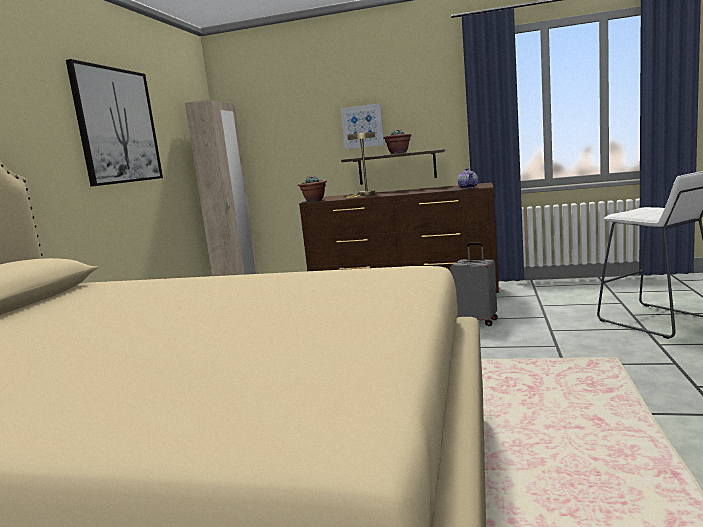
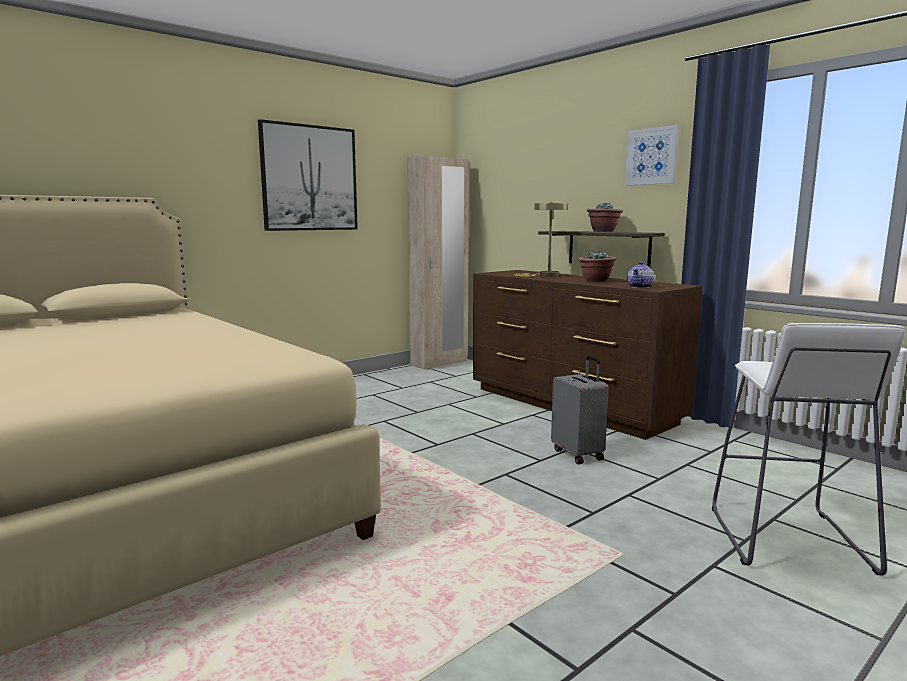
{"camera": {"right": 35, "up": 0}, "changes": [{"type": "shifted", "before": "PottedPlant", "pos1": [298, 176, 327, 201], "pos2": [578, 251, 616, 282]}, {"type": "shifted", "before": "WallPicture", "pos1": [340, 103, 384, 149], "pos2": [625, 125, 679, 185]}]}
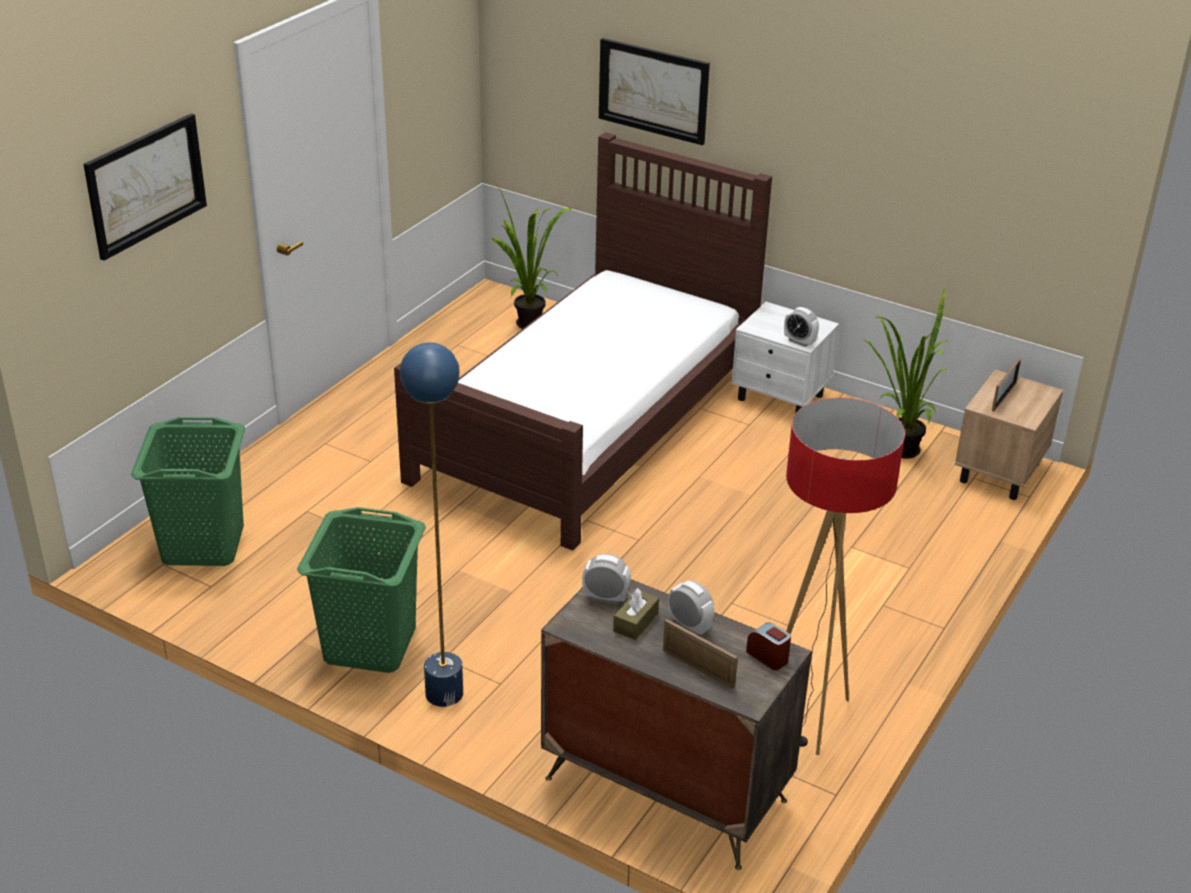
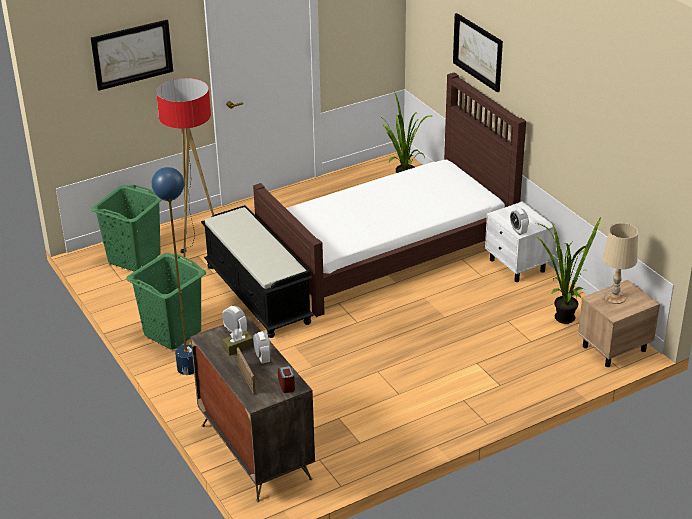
{"camera": {"right": 30, "up": 0}, "changes": [{"type": "shifted", "before": "FloorLamp", "pos1": [786, 398, 905, 755], "pos2": [156, 78, 214, 257]}, {"type": "swapped", "before": "PictureFrame", "after": "SandColouredTableLamp", "pos1": [992, 358, 1021, 411], "pos2": [603, 223, 638, 304]}, {"type": "new", "after": "BlackishIndoorBench", "pos2": [201, 205, 314, 338]}]}
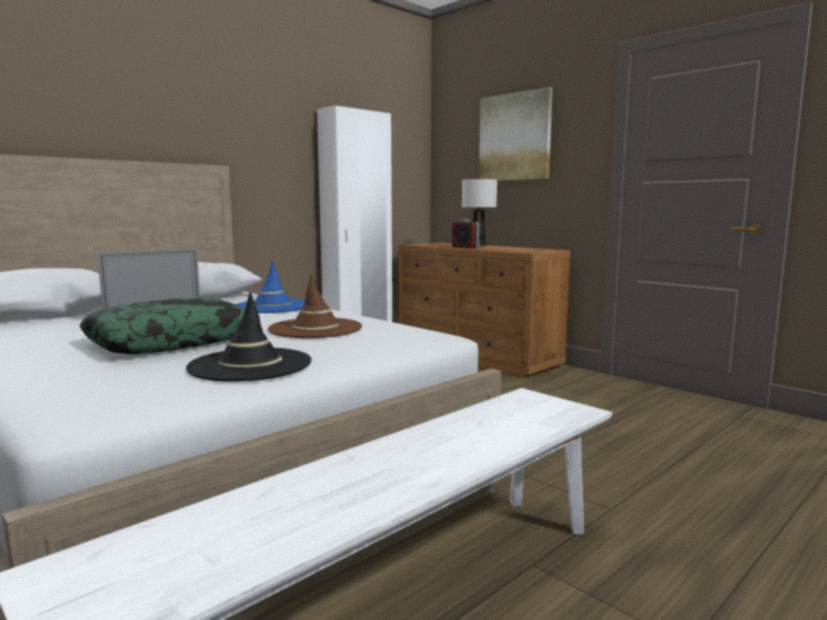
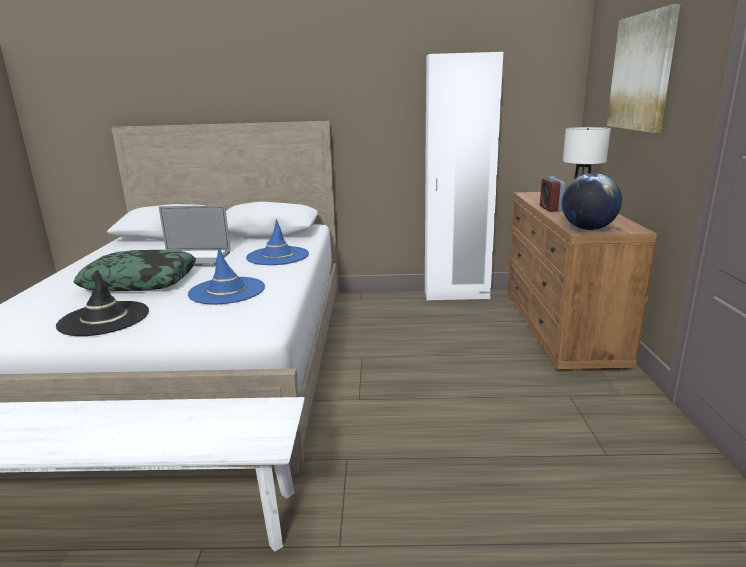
{"camera": {"right": 45, "up": 10}, "changes": [{"type": "repainted", "before": "BrownishHat", "after": "BluishHat", "pos1": [268, 273, 362, 338], "pos2": [188, 248, 265, 304]}, {"type": "new", "after": "Globe", "pos2": [562, 173, 622, 230]}]}
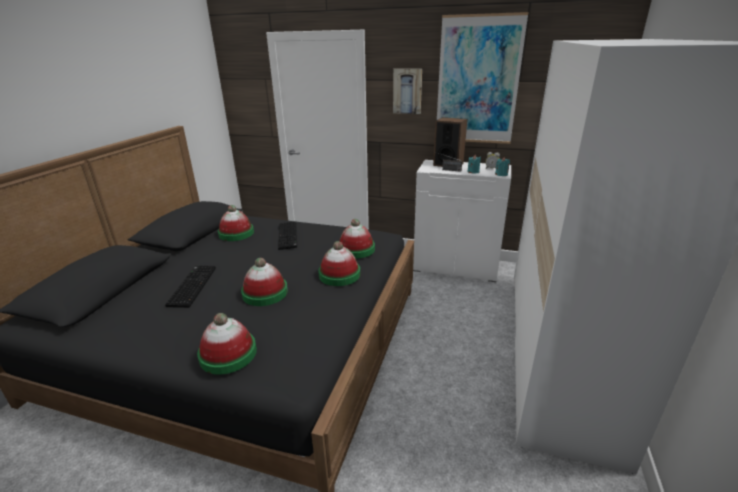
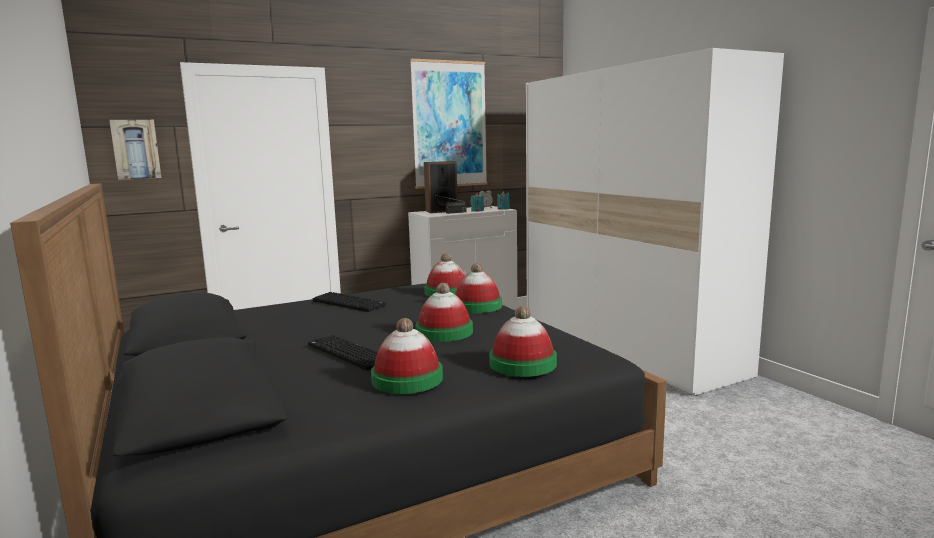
{"camera": {"right": -45, "up": -15}, "changes": [{"type": "shifted", "before": "Hat", "pos1": [218, 205, 254, 241], "pos2": [371, 318, 443, 394]}, {"type": "shifted", "before": "WallPicture", "pos1": [393, 69, 422, 114], "pos2": [109, 120, 162, 180]}]}
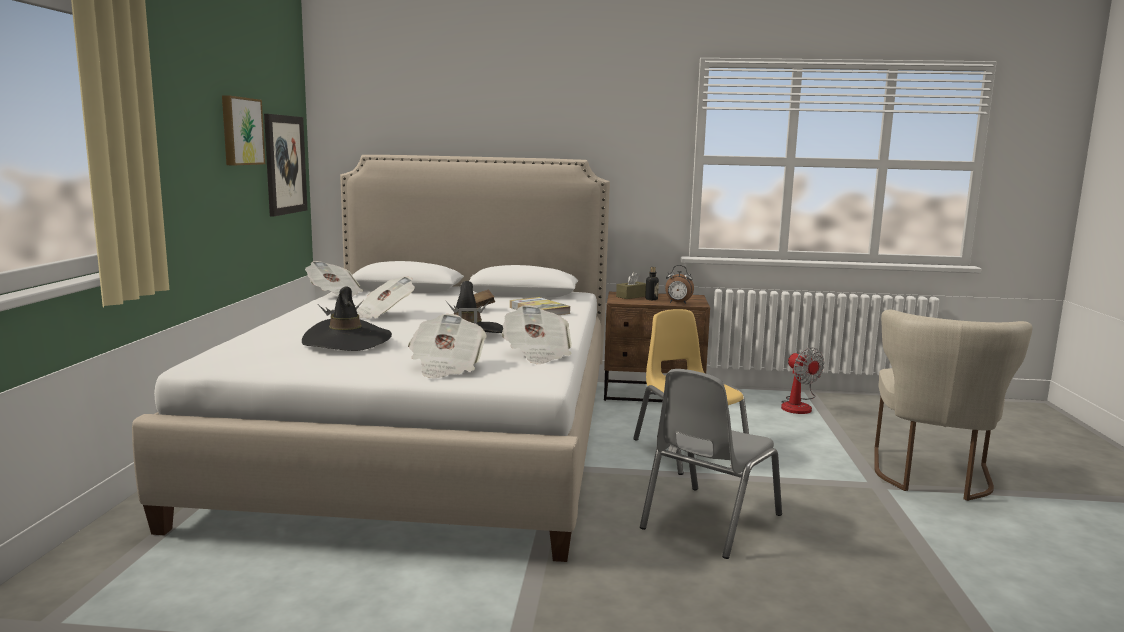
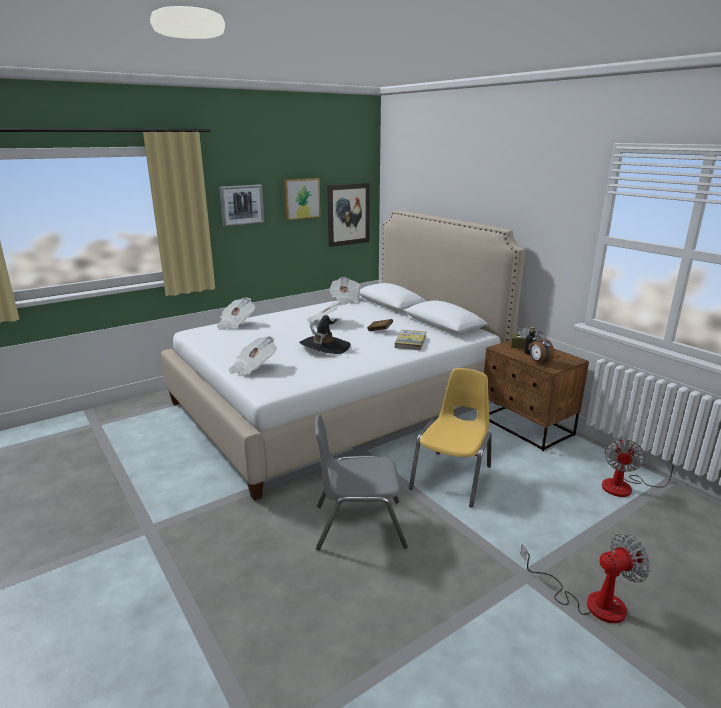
{"camera": {"right": 50, "up": 10}, "changes": [{"type": "gone", "before": "BlackishHat", "pos1": [302, 286, 392, 351]}, {"type": "shifted", "before": "Newspaper", "pos1": [502, 305, 572, 364], "pos2": [217, 298, 255, 329]}, {"type": "swapped", "before": "SandColouredPlainChair", "after": "Fan", "pos1": [874, 310, 1033, 501], "pos2": [520, 533, 650, 623]}, {"type": "new", "after": "WallPicture", "pos2": [219, 184, 265, 227]}]}
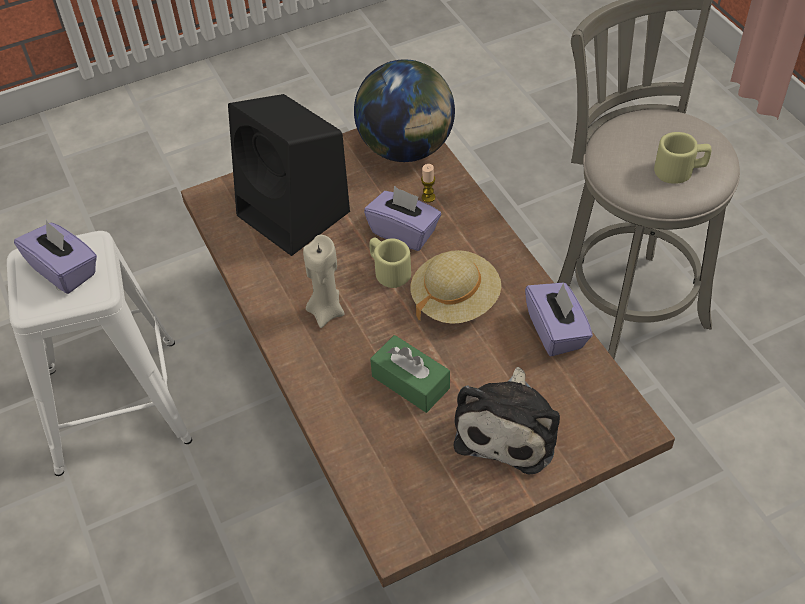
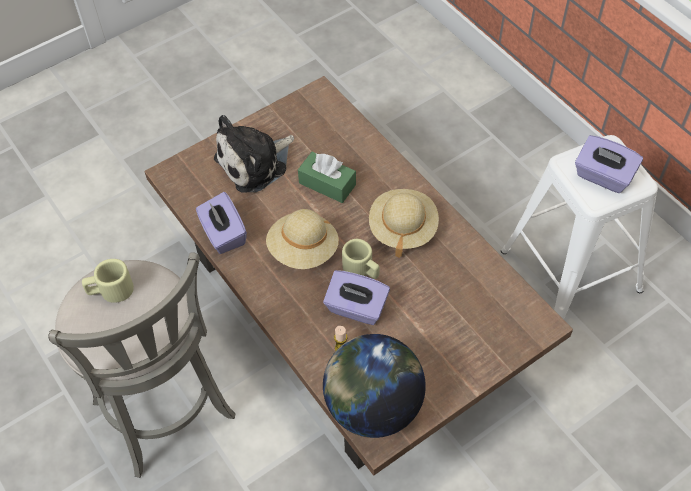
{"camera": {"right": 170, "up": 5}, "changes": [{"type": "gone", "before": "BlackishLoudspeaker", "pos1": [228, 94, 350, 256]}, {"type": "swapped", "before": "SandColouredWaxLight", "after": "SandColouredHat", "pos1": [303, 235, 345, 328], "pos2": [369, 189, 439, 258]}, {"type": "rotated", "before": "SoftToy", "pos1": [454, 367, 560, 474], "pos2": [214, 115, 294, 193], "turn": -135}]}
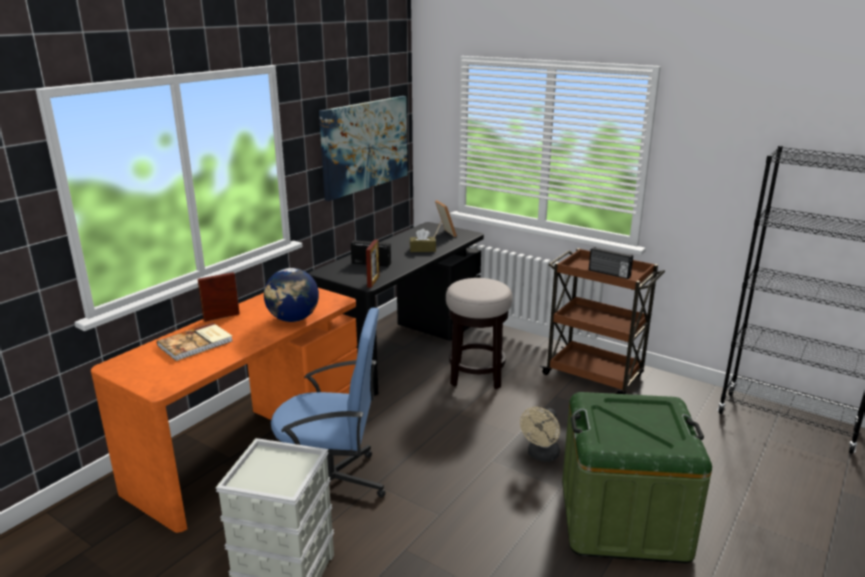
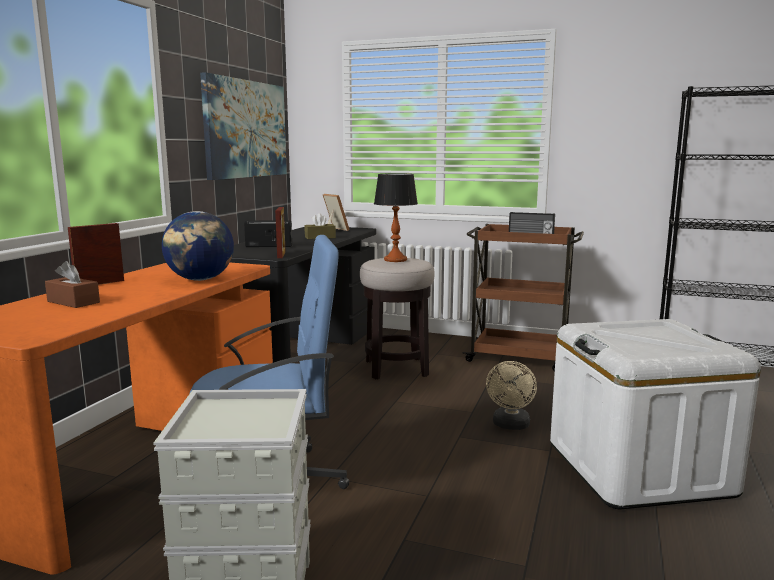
{"camera": {"right": -15, "up": -10}, "changes": [{"type": "swapped", "before": "Book", "after": "BrownishBoxOfTissues", "pos1": [157, 323, 232, 361], "pos2": [45, 261, 100, 308]}, {"type": "repainted", "before": "GreenStorageContainer", "after": "WhiteStorageContainer", "pos1": [562, 392, 712, 563], "pos2": [550, 319, 761, 509]}, {"type": "new", "after": "TableLamp", "pos2": [374, 173, 418, 262]}]}
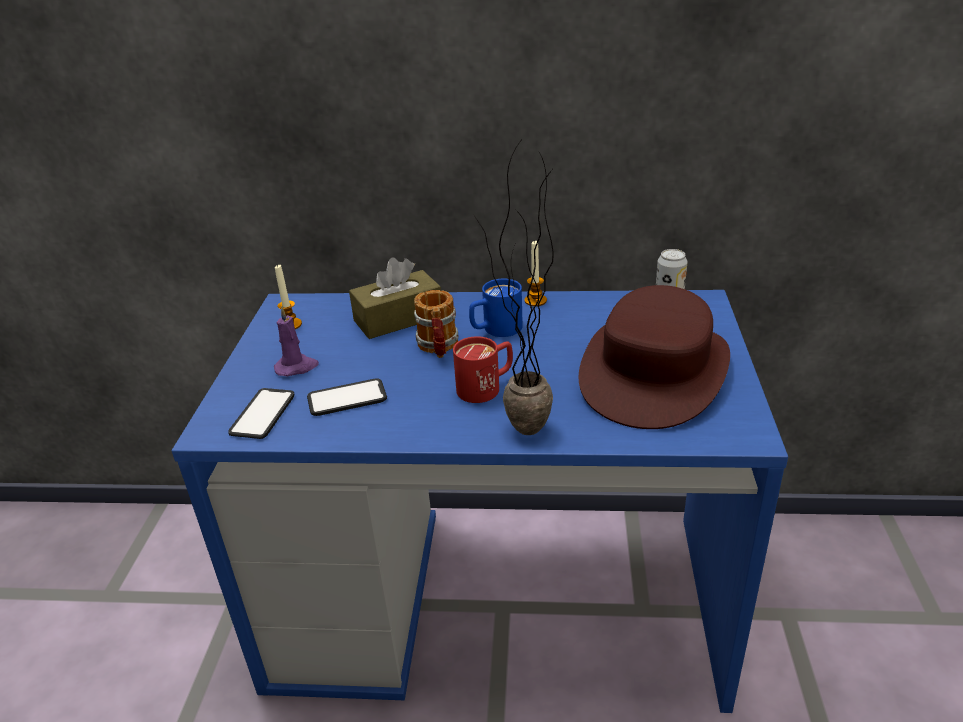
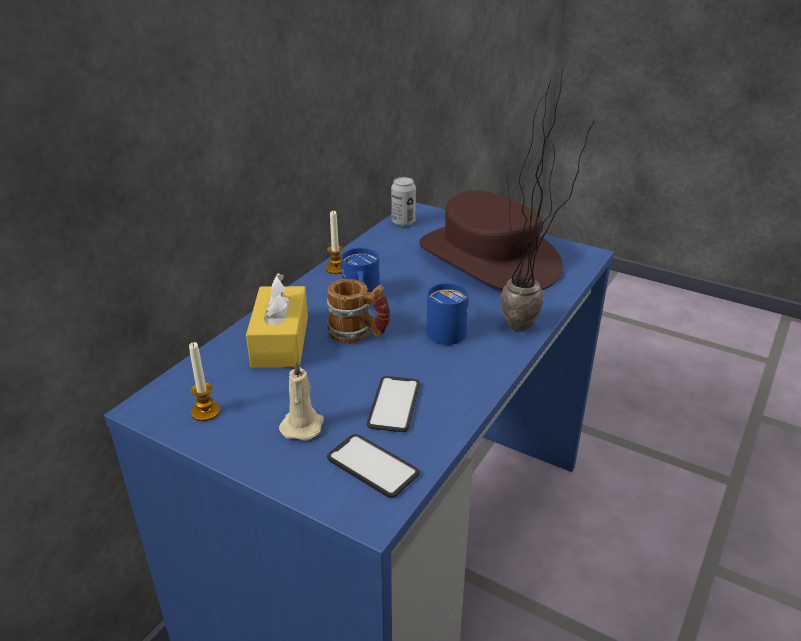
{"camera": {"right": -65, "up": 0}, "changes": [{"type": "repainted", "before": "PurpleWaxLight", "after": "SandColouredWaxLight", "pos1": [274, 306, 319, 377], "pos2": [279, 359, 324, 440]}, {"type": "repainted", "before": "BrownishBoxOfTissues", "after": "YellowColouredBoxOfTissues", "pos1": [349, 258, 441, 339], "pos2": [246, 273, 308, 368]}, {"type": "repainted", "before": "RedColouredCoffeeMug", "after": "BluishCoffeeMug", "pos1": [453, 336, 513, 403], "pos2": [426, 281, 469, 345]}]}
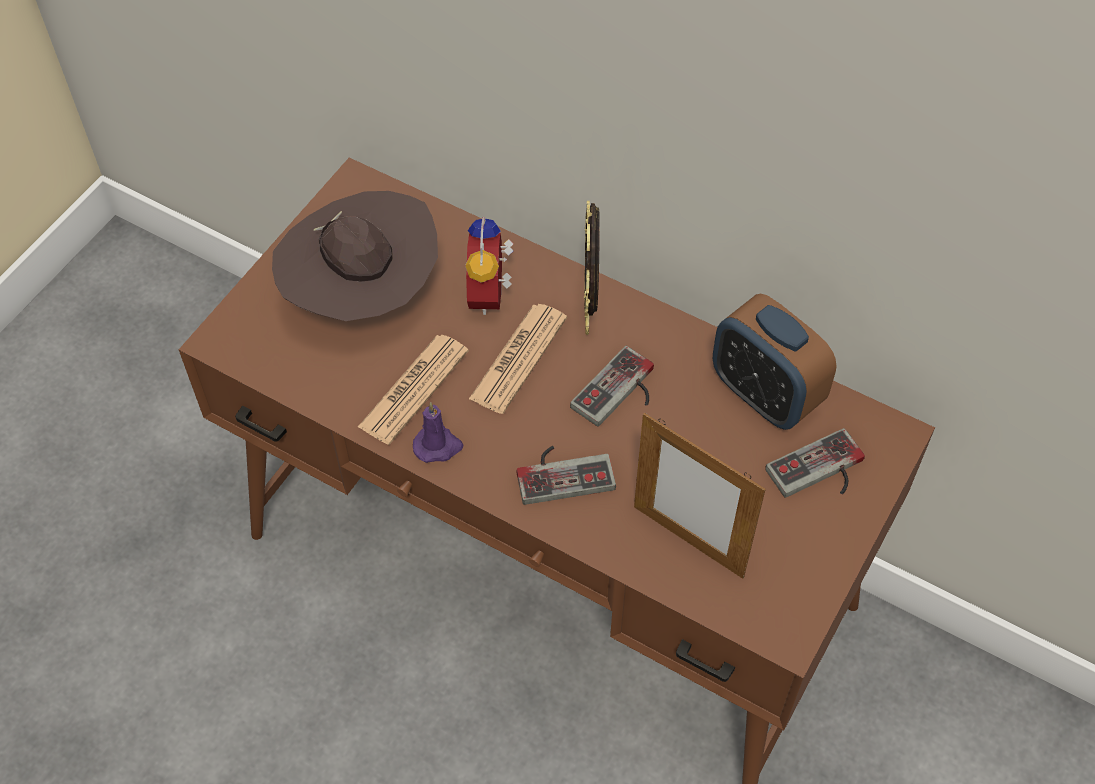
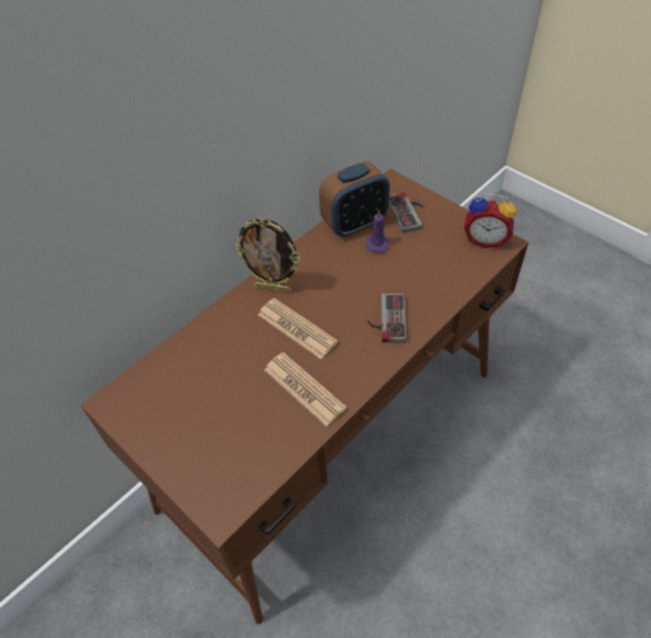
{"camera": {"right": -75, "up": -5}, "changes": [{"type": "gone", "before": "BrownishHat", "pos1": [272, 191, 438, 321]}, {"type": "shifted", "before": "PurpleWaxLight", "pos1": [413, 402, 464, 463], "pos2": [365, 210, 389, 253]}, {"type": "shifted", "before": "TableClock", "pos1": [465, 217, 514, 315], "pos2": [464, 194, 516, 248]}, {"type": "gone", "before": "Gamepad", "pos1": [570, 346, 654, 427]}, {"type": "gone", "before": "PictureFrame", "pos1": [634, 413, 766, 579]}]}
